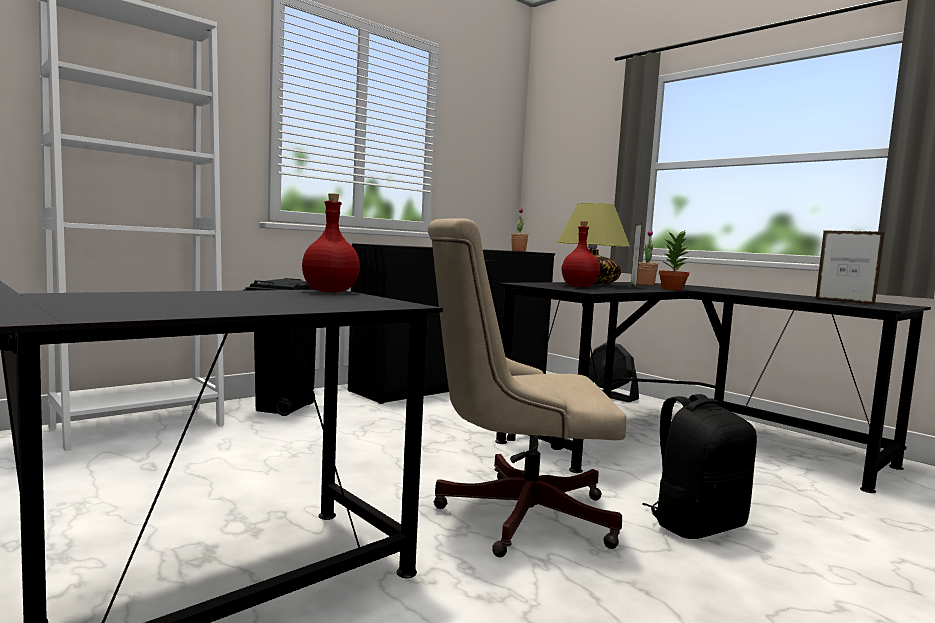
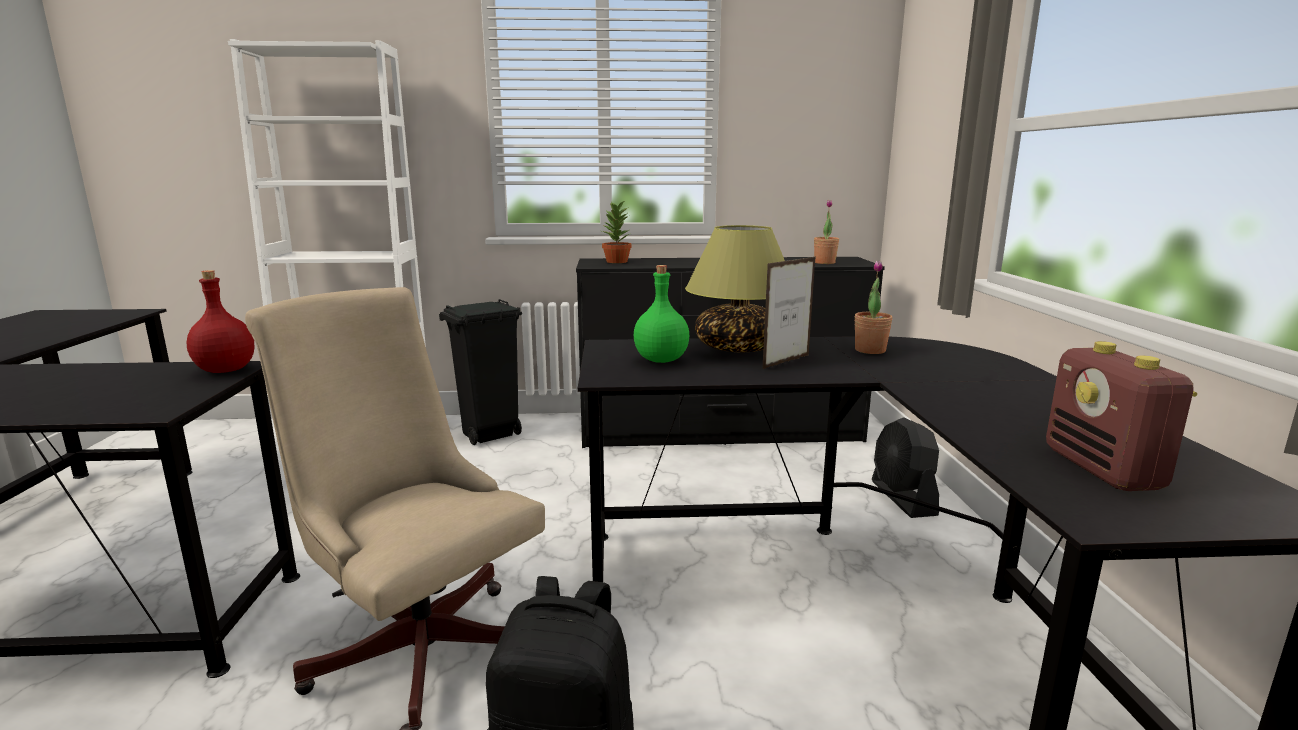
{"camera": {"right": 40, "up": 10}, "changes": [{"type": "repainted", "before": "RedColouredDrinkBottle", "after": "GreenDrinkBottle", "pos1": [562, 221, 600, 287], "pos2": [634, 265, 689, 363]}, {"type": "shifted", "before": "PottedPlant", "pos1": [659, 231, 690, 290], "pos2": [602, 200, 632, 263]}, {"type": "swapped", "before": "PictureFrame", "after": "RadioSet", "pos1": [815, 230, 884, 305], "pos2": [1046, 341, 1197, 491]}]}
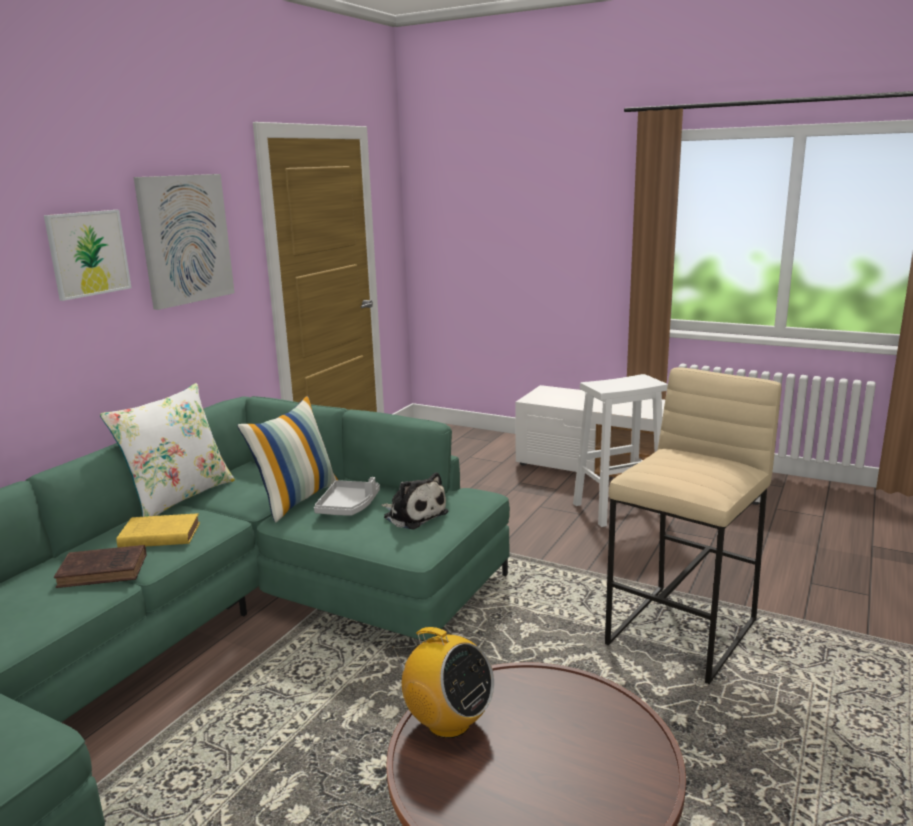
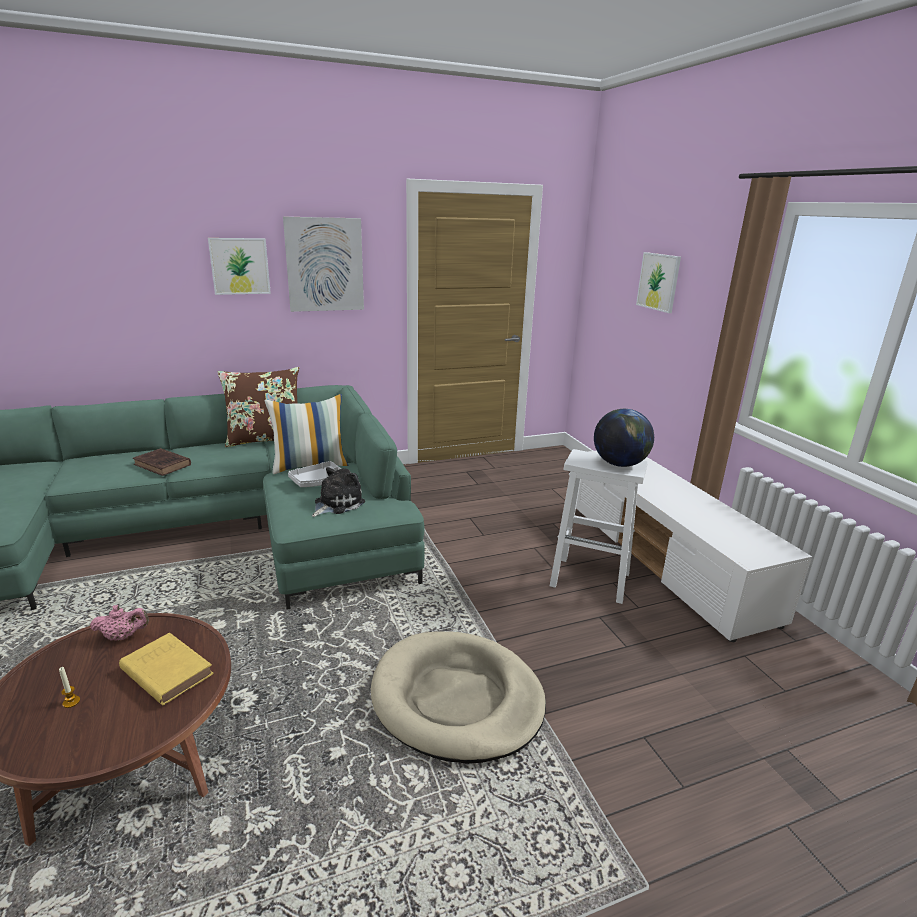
{"camera": {"right": 40, "up": 5}, "changes": [{"type": "repainted", "before": "WhiteCushion", "after": "BrownishCushion", "pos1": [100, 383, 235, 517], "pos2": [218, 367, 299, 447]}, {"type": "shifted", "before": "YellowColouredBook", "pos1": [117, 513, 200, 547], "pos2": [119, 633, 213, 705]}, {"type": "rotated", "before": "SoftToy", "pos1": [381, 472, 448, 529], "pos2": [312, 467, 365, 517], "turn": -135}, {"type": "swapped", "before": "RadioSet", "after": "PinkColouredTeapot", "pos1": [393, 627, 494, 738], "pos2": [90, 605, 149, 640]}, {"type": "swapped", "before": "SandColouredStoolSeat", "after": "SandColouredPetBed", "pos1": [605, 367, 781, 684], "pos2": [371, 631, 546, 764]}, {"type": "new", "after": "WaxLight", "pos2": [59, 667, 80, 708]}, {"type": "new", "after": "Globe", "pos2": [594, 409, 654, 467]}, {"type": "new", "after": "WallPicture", "pos2": [636, 252, 681, 313]}]}
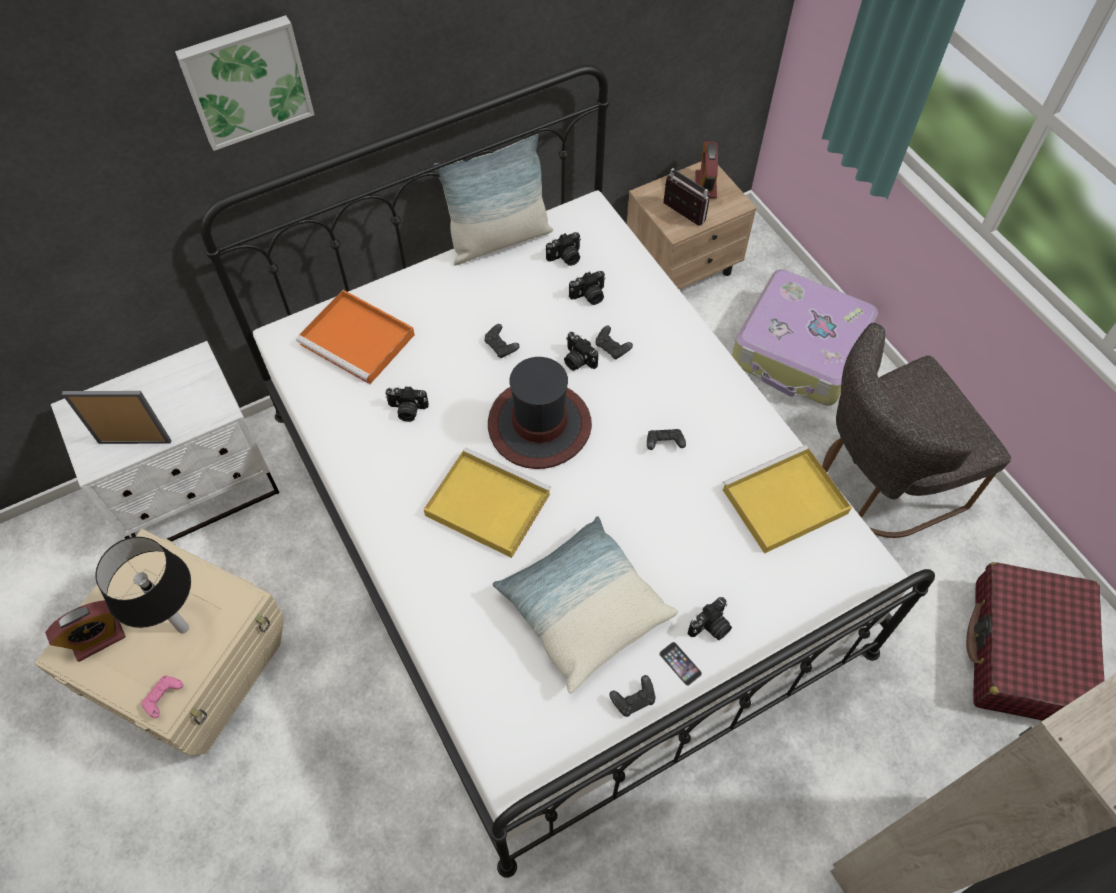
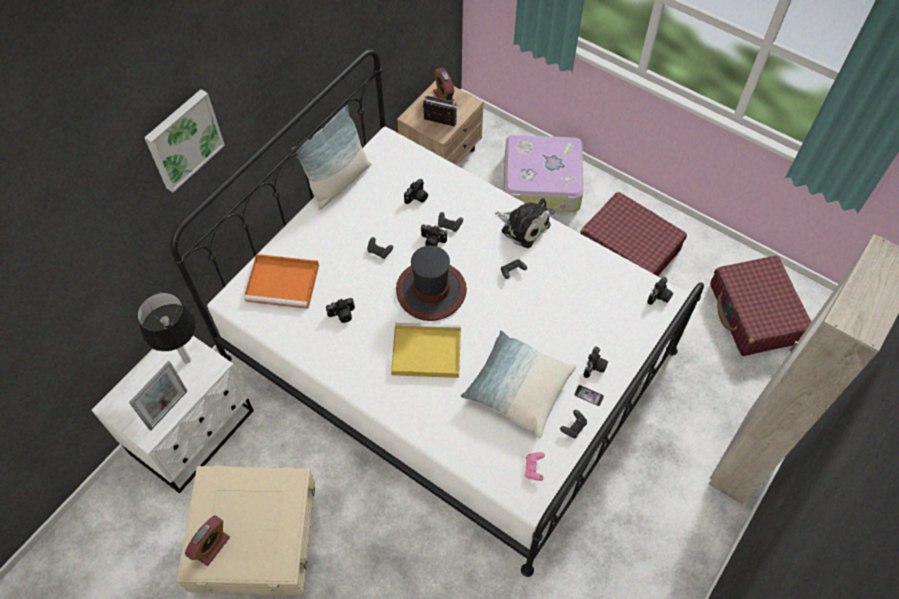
{"camera": {"right": -25, "up": 0}, "changes": [{"type": "rotated", "before": "PictureFrame", "pos1": [62, 391, 171, 444], "pos2": [129, 361, 187, 431], "turn": 150}, {"type": "shifted", "before": "TableLamp", "pos1": [95, 537, 191, 633], "pos2": [137, 292, 196, 364]}, {"type": "shifted", "before": "PinkColouredGamepad", "pos1": [141, 675, 183, 718], "pos2": [525, 452, 545, 481]}, {"type": "shifted", "before": "StillCamera", "pos1": [546, 232, 581, 266], "pos2": [647, 277, 673, 305]}, {"type": "gone", "before": "YellowColouredServingTray", "pos1": [722, 445, 852, 554]}, {"type": "swapped", "before": "GreyishPlainChair", "after": "RedColouredSuitcase", "pos1": [822, 323, 1011, 538], "pos2": [580, 192, 687, 276]}, {"type": "new", "after": "SoftToy", "pos2": [495, 198, 551, 248]}]}
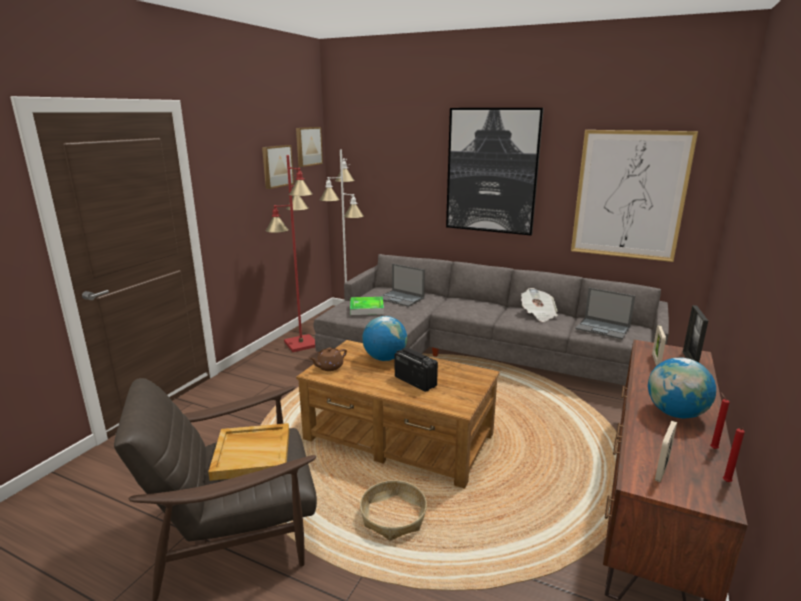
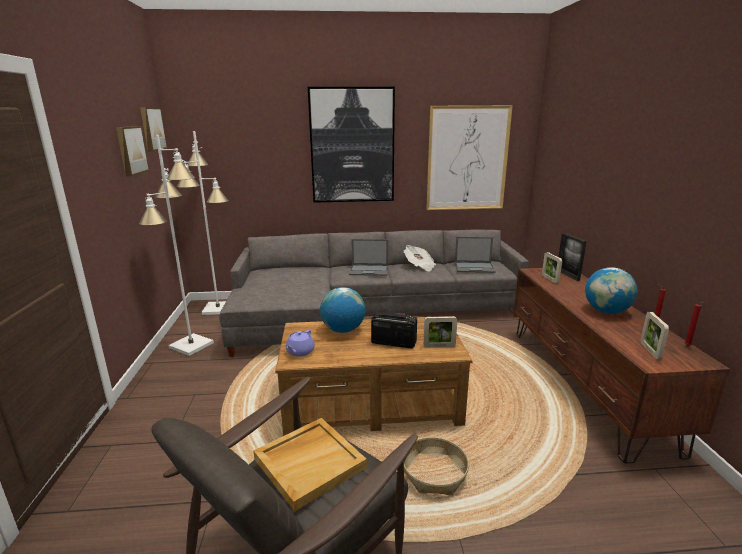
{"camera": {"right": -30, "up": 0}, "changes": [{"type": "repainted", "before": "RedColouredFloorLamp", "after": "WhiteFloorLamp", "pos1": [265, 155, 315, 352], "pos2": [139, 135, 214, 356]}, {"type": "repainted", "before": "BrownishTeapot", "after": "PurpleTeapot", "pos1": [309, 348, 347, 371], "pos2": [286, 330, 315, 357]}, {"type": "gone", "before": "ServingTray", "pos1": [350, 297, 384, 315]}, {"type": "shifted", "before": "NotebookComputer", "pos1": [379, 264, 425, 307], "pos2": [349, 239, 388, 276]}, {"type": "new", "after": "PictureFrame", "pos2": [423, 316, 457, 347]}]}
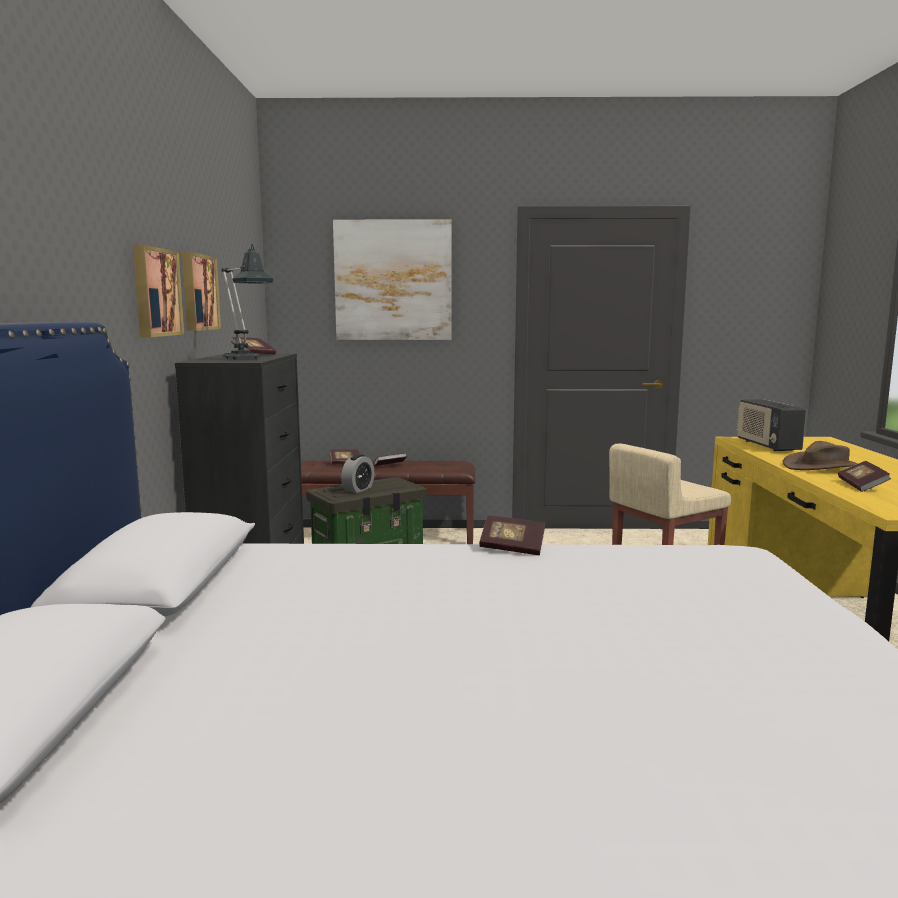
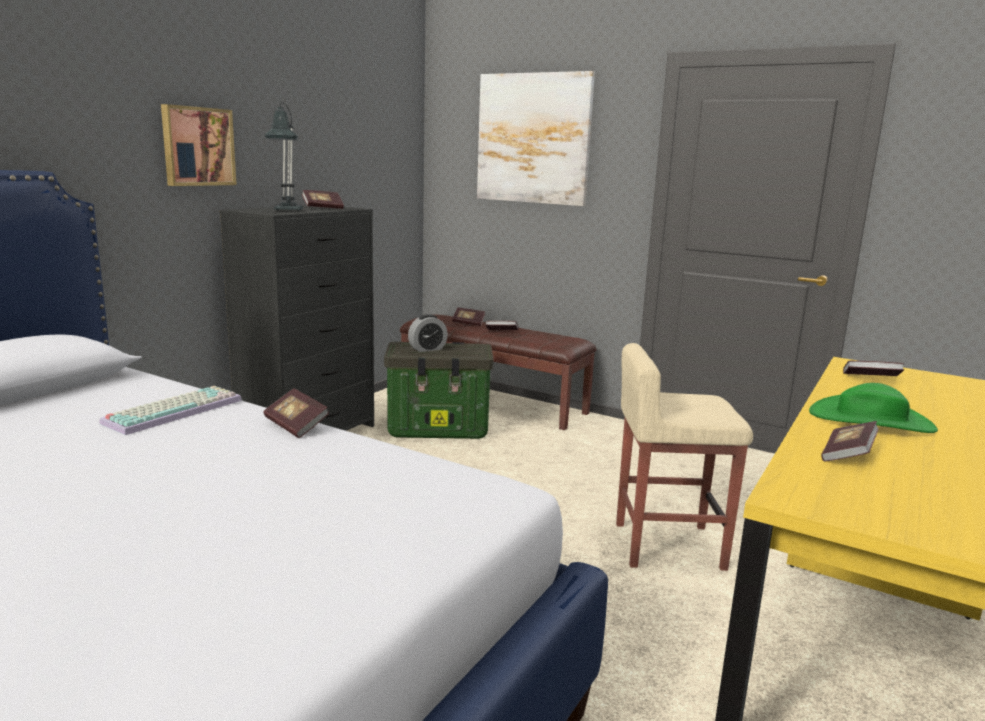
{"camera": {"right": 30, "up": 5}, "changes": [{"type": "gone", "before": "WallPicture", "pos1": [182, 252, 221, 331]}, {"type": "swapped", "before": "RadioSet", "after": "Book", "pos1": [737, 399, 806, 451], "pos2": [843, 361, 904, 376]}, {"type": "repainted", "before": "BrownishHat", "after": "GreenHat", "pos1": [783, 441, 858, 470], "pos2": [809, 383, 938, 433]}, {"type": "new", "after": "Keyboard", "pos2": [99, 386, 242, 435]}]}
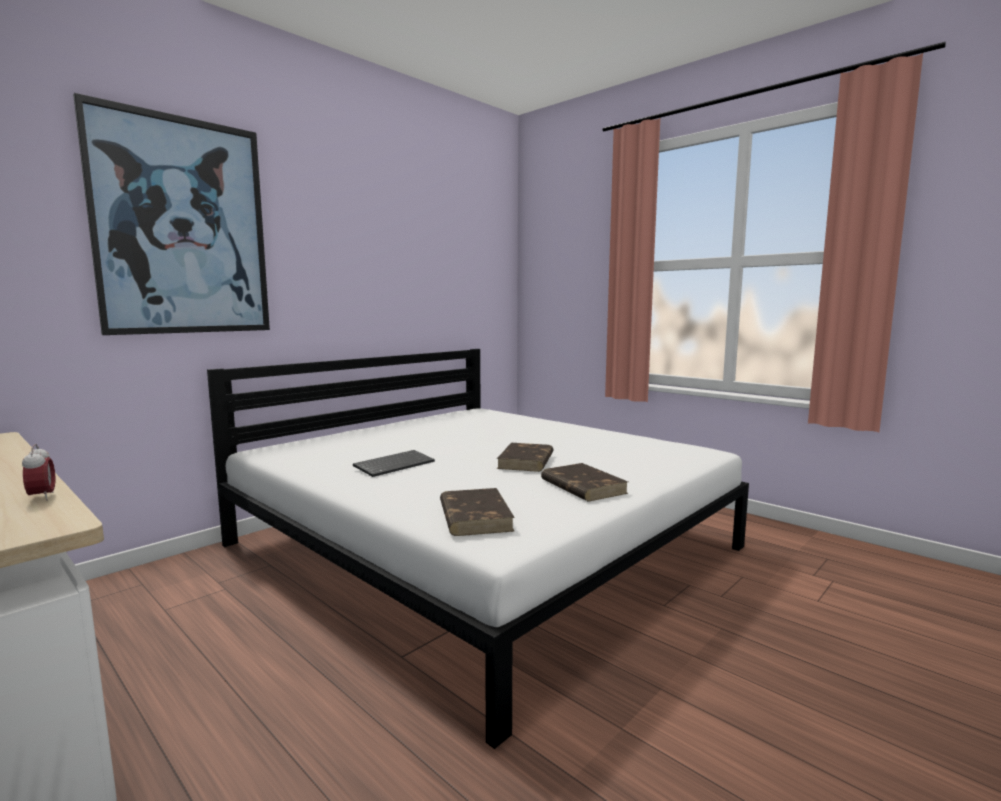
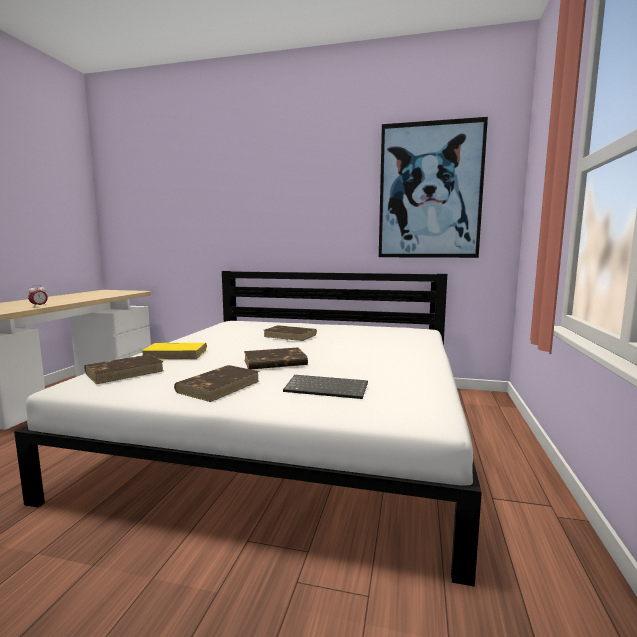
{"camera": {"right": 60, "up": 0}, "changes": [{"type": "shifted", "before": "WallPicture", "pos1": [73, 93, 270, 335], "pos2": [379, 117, 488, 258]}, {"type": "shifted", "before": "Keyboard", "pos1": [353, 450, 435, 477], "pos2": [283, 375, 368, 399]}, {"type": "new", "after": "YellowColouredBook", "pos2": [142, 343, 207, 359]}, {"type": "new", "after": "BrownishBook", "pos2": [264, 325, 317, 341]}]}
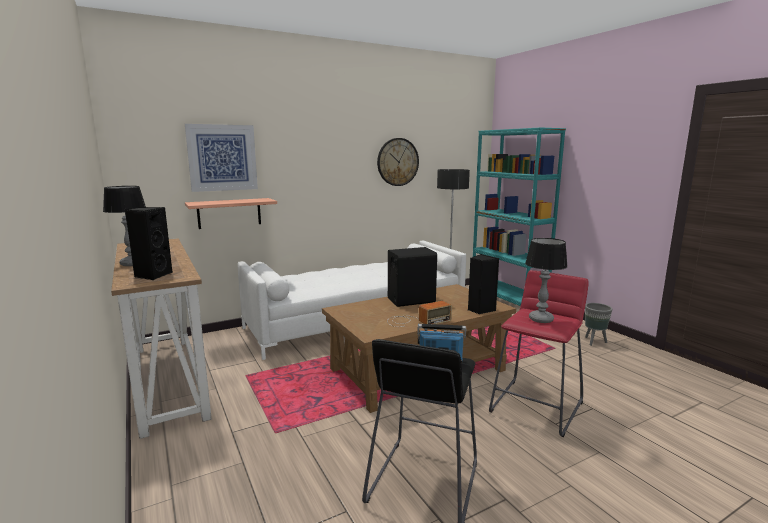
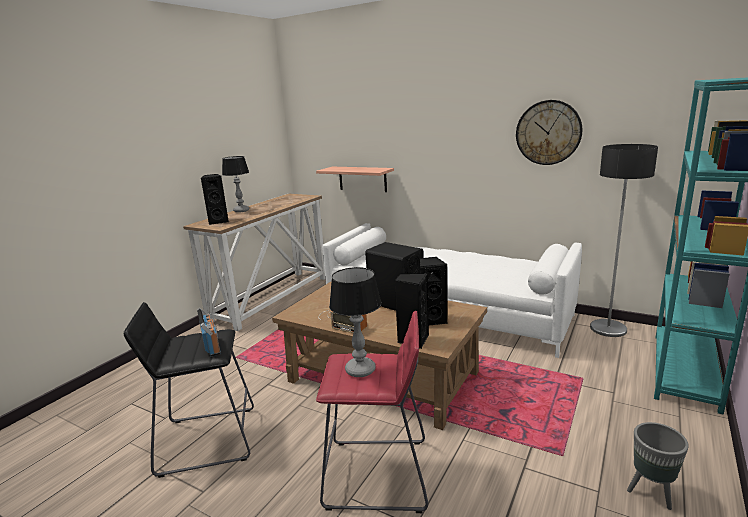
{"camera": {"right": 60, "up": 5}, "changes": [{"type": "gone", "before": "WallPicture", "pos1": [185, 124, 258, 192]}, {"type": "new", "after": "BlackishLoudspeaker", "pos2": [420, 257, 447, 325]}]}
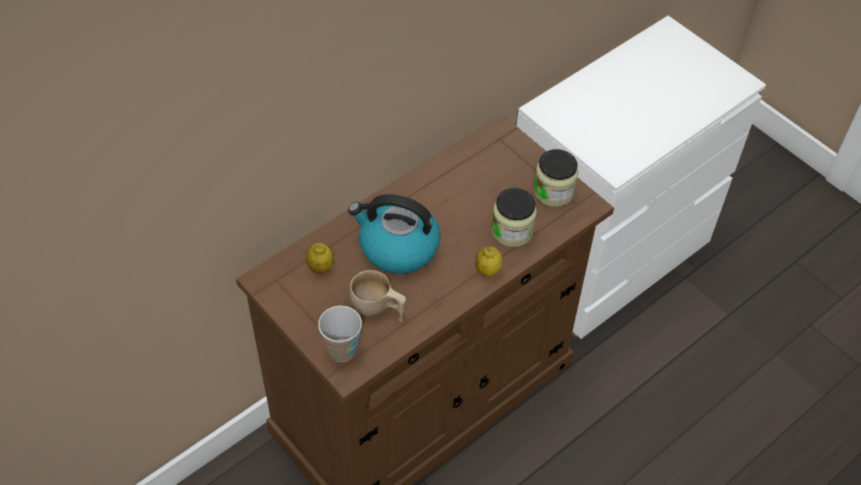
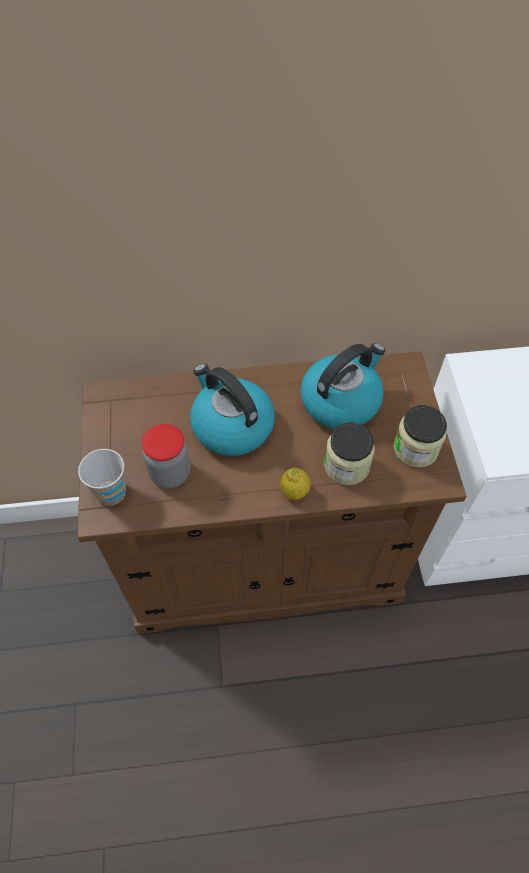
{"camera": {"right": 35, "up": 5}, "changes": [{"type": "gone", "before": "Lemon", "pos1": [306, 243, 334, 274]}, {"type": "swapped", "before": "SandColouredDrinkingCup", "after": "Jar", "pos1": [350, 270, 406, 322], "pos2": [142, 424, 191, 488]}, {"type": "new", "after": "TeaKettle", "pos2": [300, 343, 385, 429]}]}
